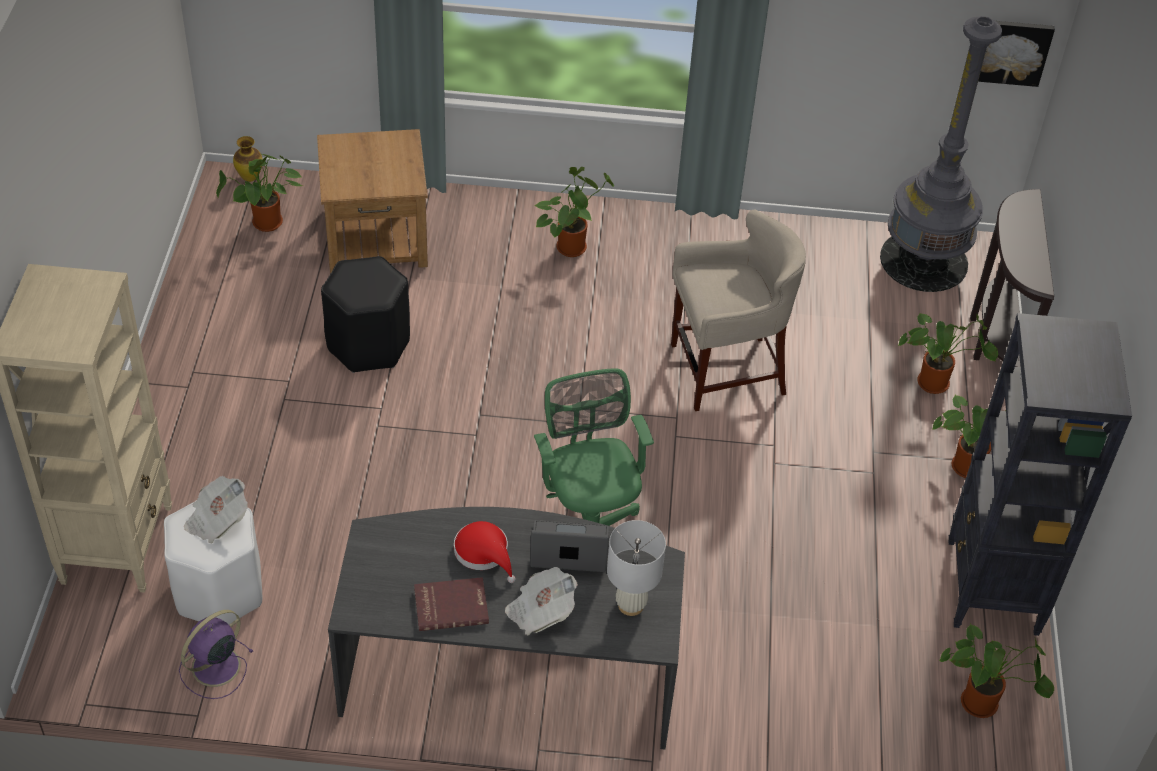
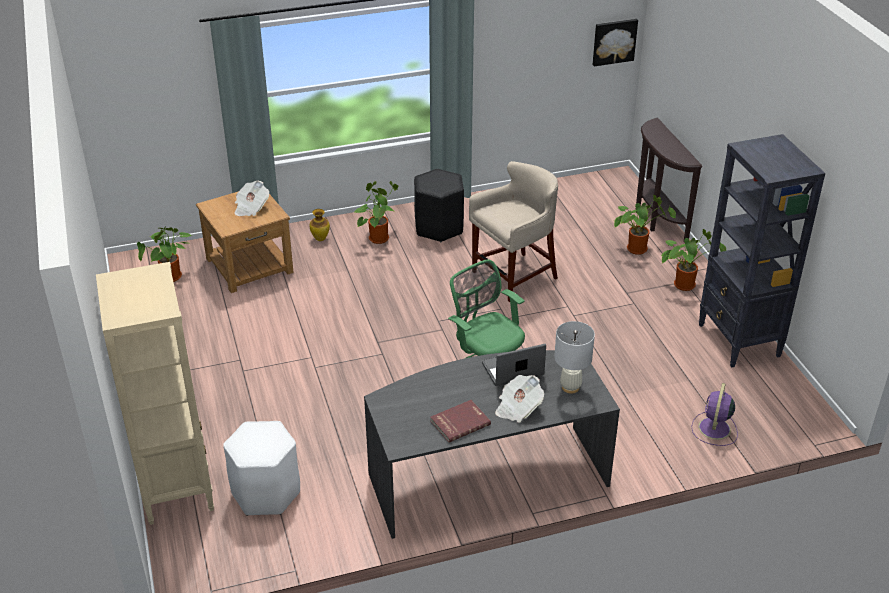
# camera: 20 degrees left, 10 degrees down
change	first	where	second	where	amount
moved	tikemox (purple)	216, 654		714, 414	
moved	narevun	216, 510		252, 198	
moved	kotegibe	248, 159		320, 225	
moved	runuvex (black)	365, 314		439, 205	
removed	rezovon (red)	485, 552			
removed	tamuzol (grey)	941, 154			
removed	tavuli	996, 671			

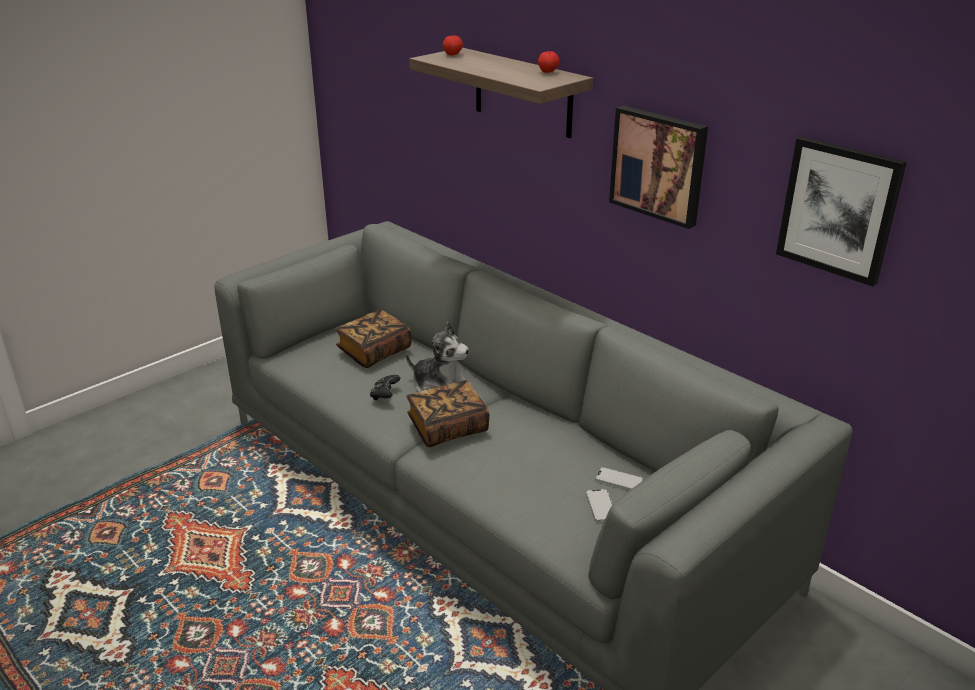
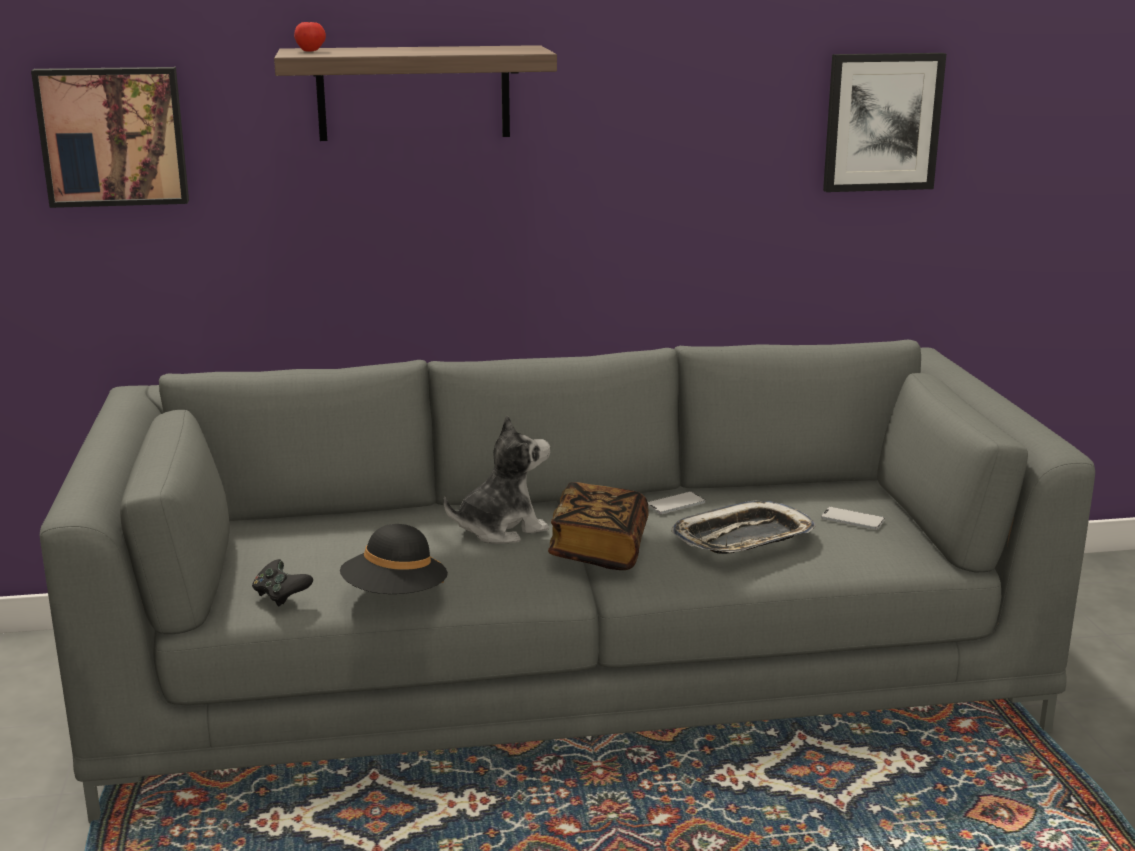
# camera: 55 degrees left, 10 degrees down
change	first	where	second	where	amount
removed	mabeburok	373, 339			
moved	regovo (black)	385, 387		282, 582	
removed	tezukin	549, 62			
moved	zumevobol	620, 478		677, 503	
moved	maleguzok	658, 167		110, 137	
added			rezovon (black)	394, 559	
added			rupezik	743, 527	

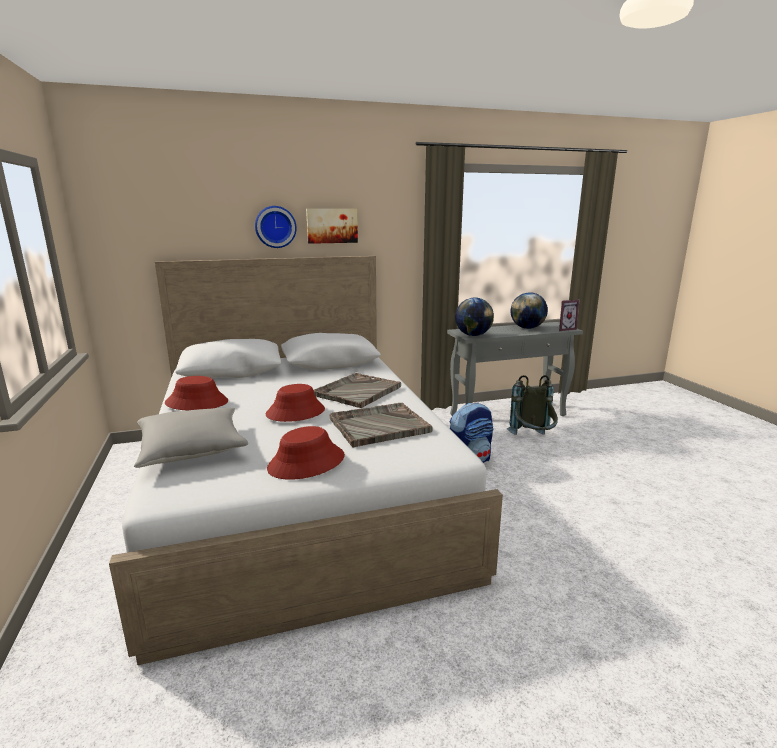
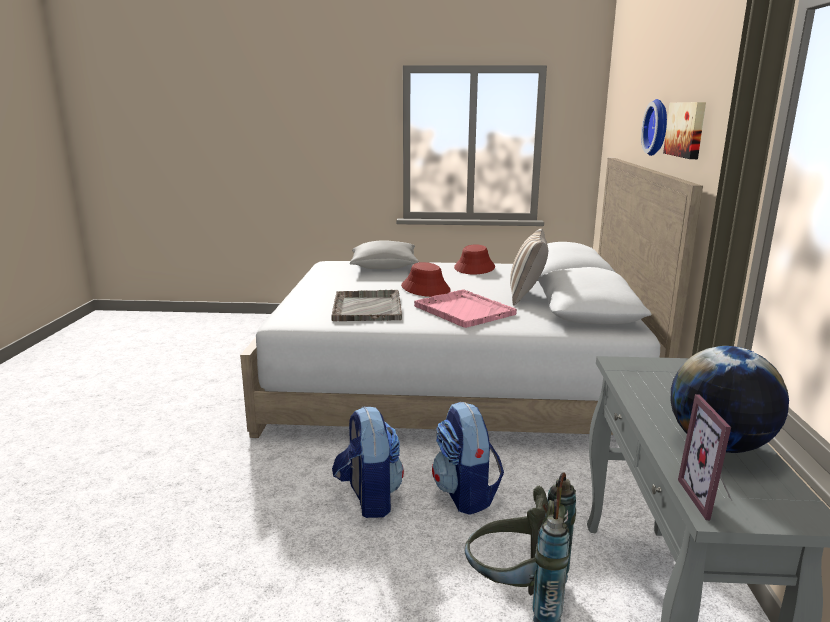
# camera: 110 degrees right, 0 degrees up
change	first	where	second	where	amount
removed	rezovon (red)	306, 453			
recoloured	rupezik (grey)	357, 390	rupezik (pink)	465, 308	
removed	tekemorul	474, 316			
added			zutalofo	368, 462	
added			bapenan	529, 267	

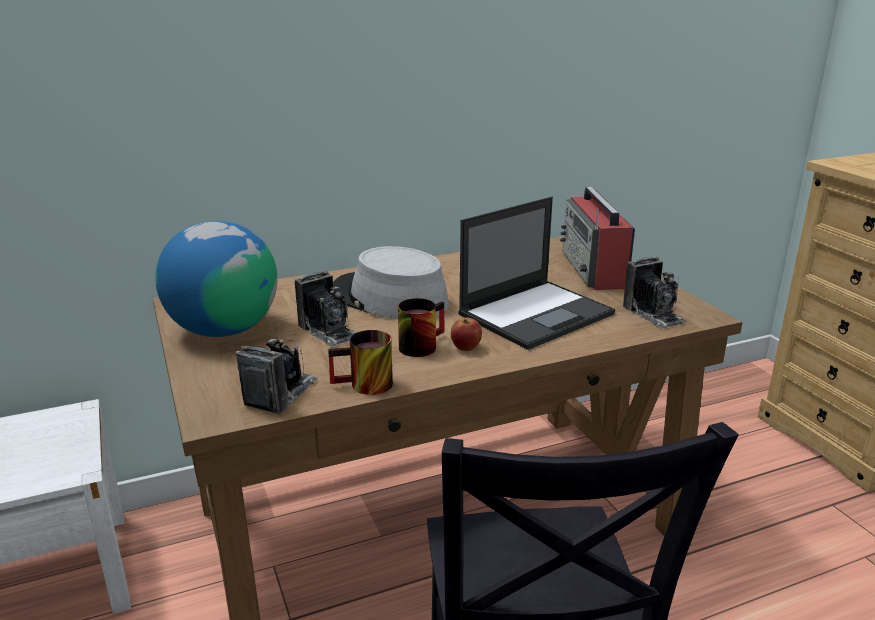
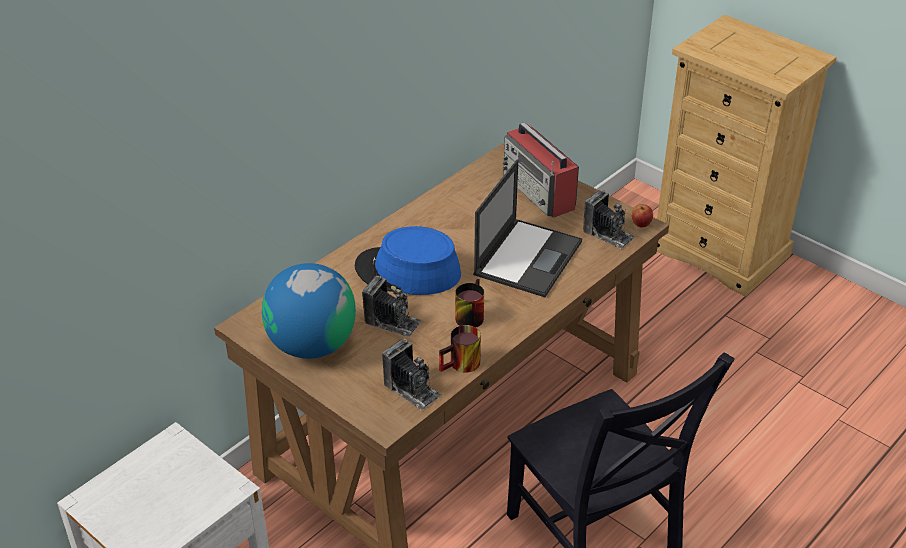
# camera: 25 degrees left, 15 degrees up
change	first	where	second	where	amount
turned	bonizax	277, 376		411, 375	135 degrees clockwise
recoloured	rezovon (grey)	391, 282	rezovon (blue)	408, 260	
moved	tezukin	466, 334		642, 216	

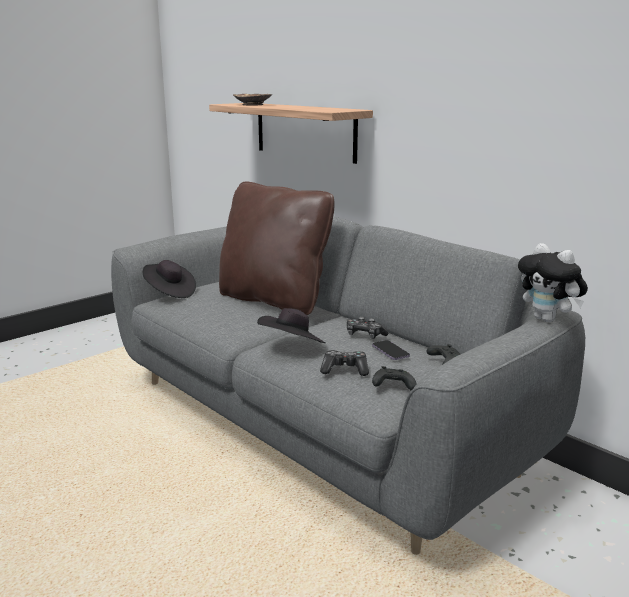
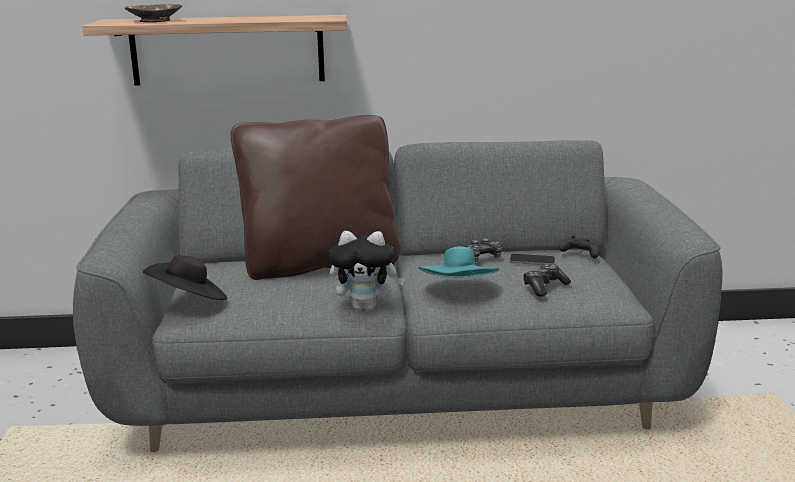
# camera: 50 degrees left, 0 degrees up
change	first	where	second	where	amount
recoloured	rezovon (black)	291, 325	rezovon (turquoise)	458, 262	
removed	regovo (black)	394, 378			
moved	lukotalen	553, 282		367, 271	

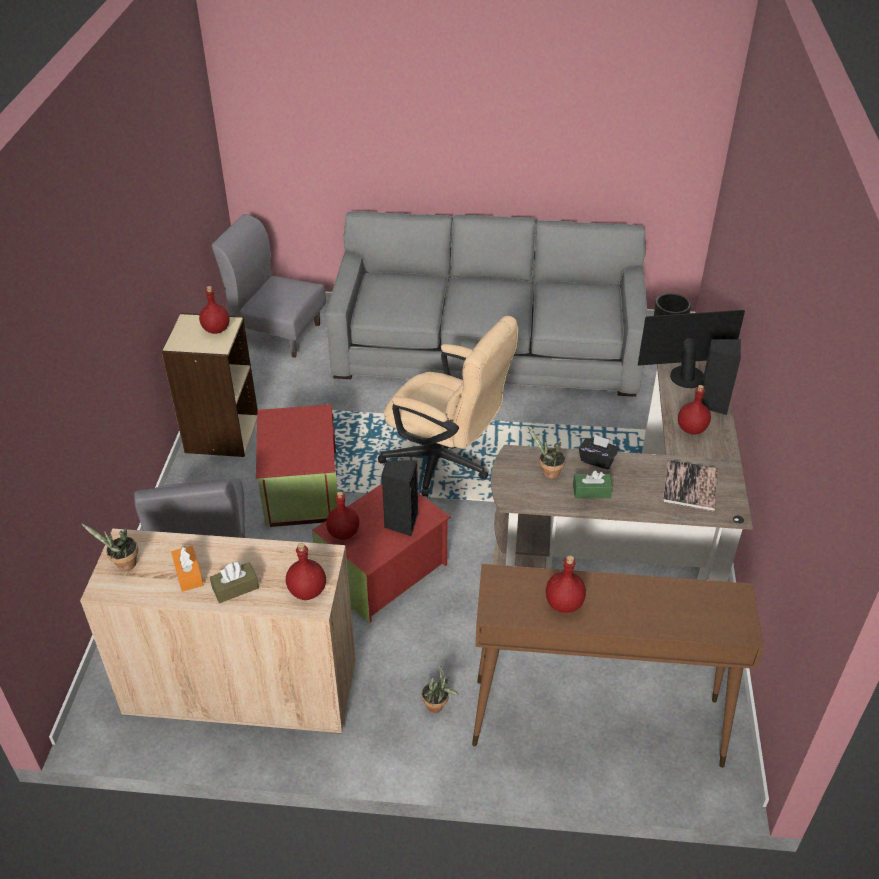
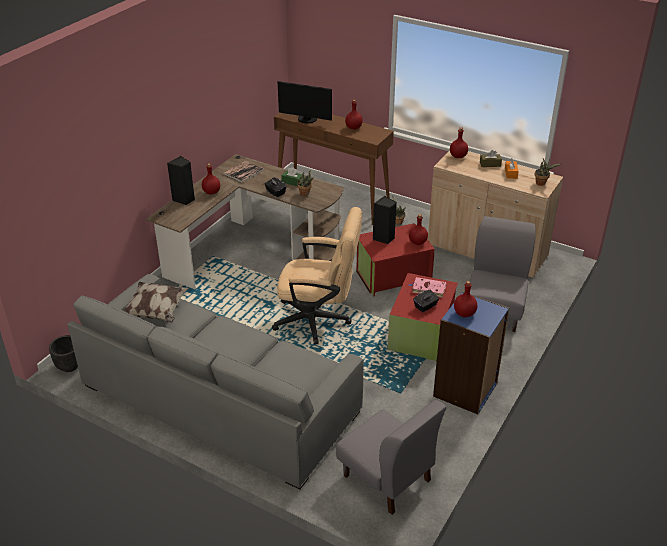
# camera: 155 degrees left, 5 degrees down
change	first	where	second	where	amount
recoloured	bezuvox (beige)	210, 385	bezuvox (blue)	471, 353	
turned	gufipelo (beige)	448, 406		317, 275	135 degrees clockwise
moved	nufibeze	691, 349		305, 102	
added			bapenan	156, 302	
added			mabeburok (pink)	427, 287	
added			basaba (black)	426, 301	

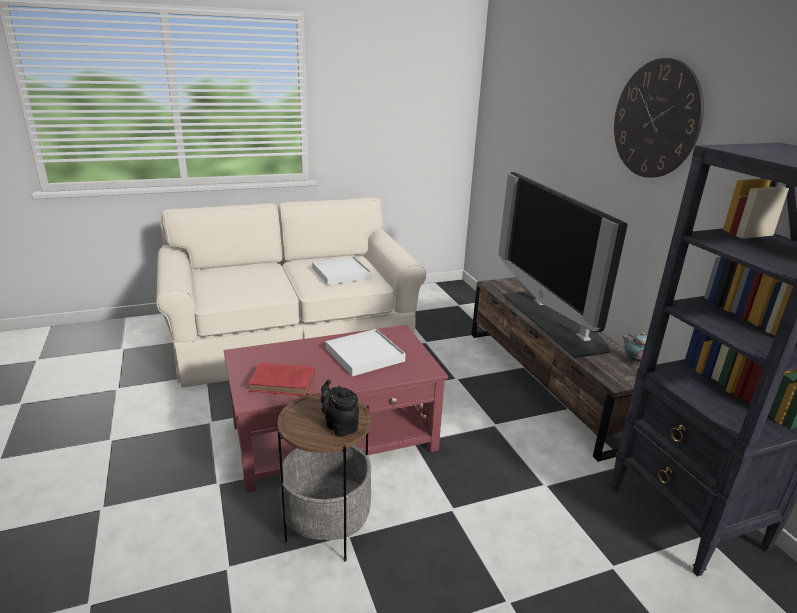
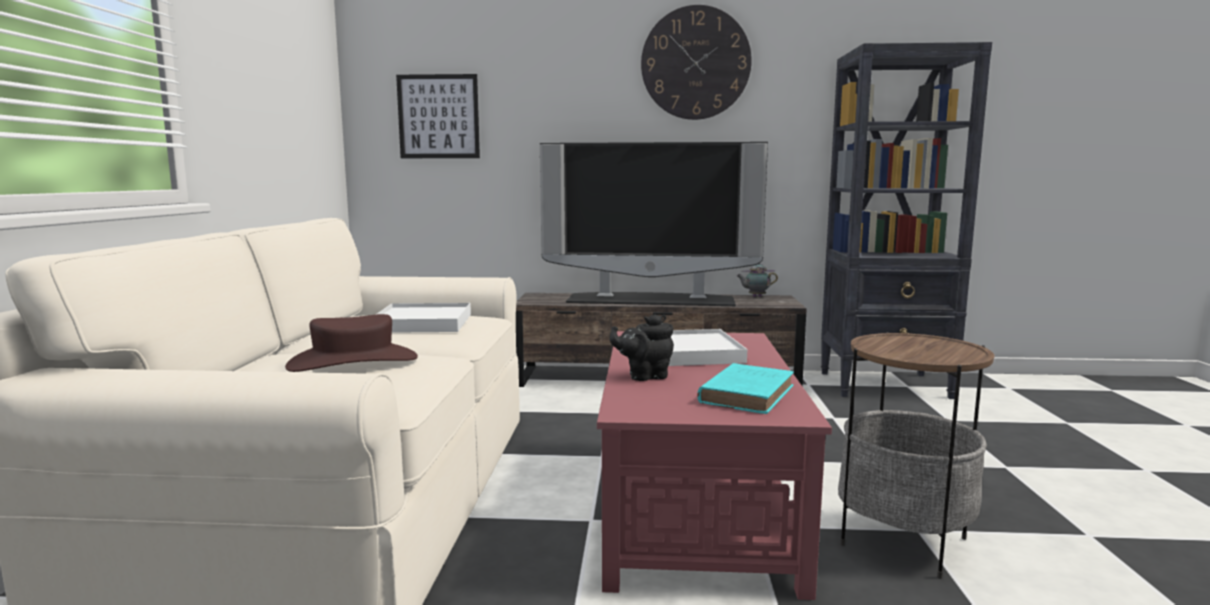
# camera: 65 degrees left, 15 degrees down
change	first	where	second	where	amount
recoloured	mabeburok (red)	281, 379	mabeburok (turquoise)	745, 388	
moved	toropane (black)	340, 408		641, 347	
added			rezovon (brown)	351, 343	
added			maleguzok	438, 116	

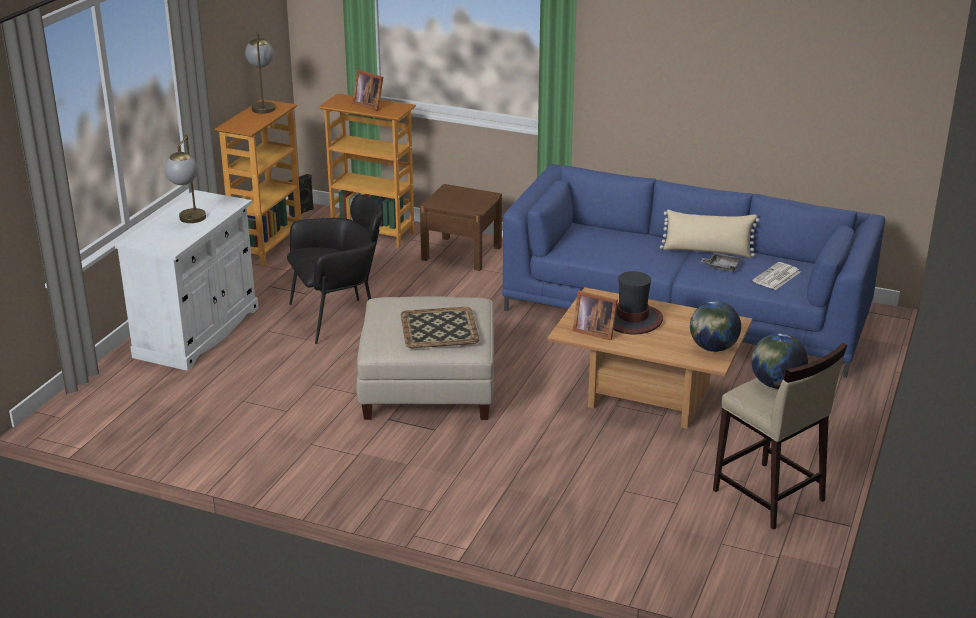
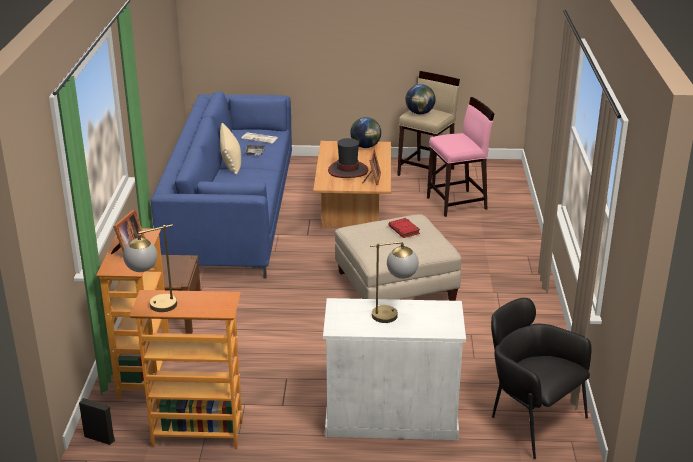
# camera: 110 degrees left, 0 degrees up
change	first	where	second	where	amount
moved	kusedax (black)	334, 269		541, 378	
replaced	rupezik	440, 327	mabeburok (red)	404, 228	
added			runuvex (pink)	460, 157	

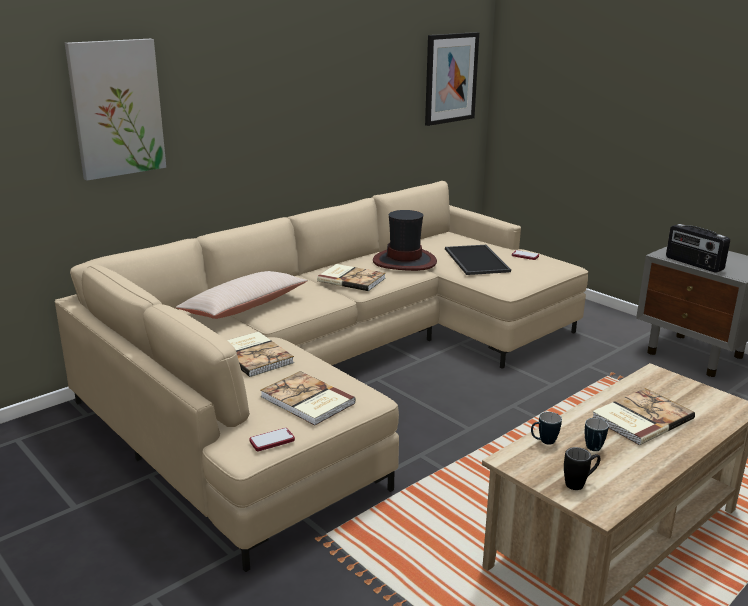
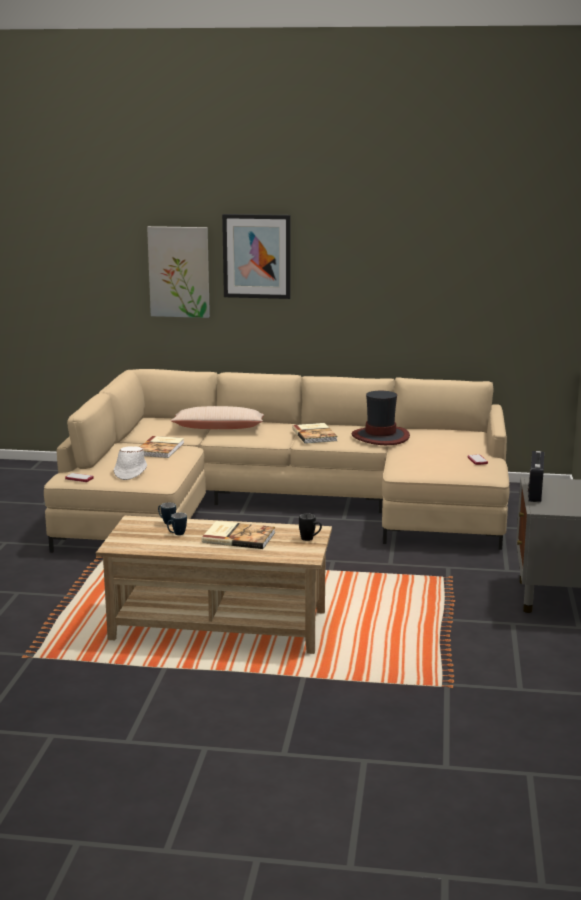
# camera: 50 degrees right, 5 degrees down
change	first	where	second	where	amount
replaced	mabeburok	308, 398	rezovon (white)	130, 463	
moved	maleguzok	452, 79		256, 256	
removed	rupezik	478, 260			
moved	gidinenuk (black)	582, 468		310, 527	

